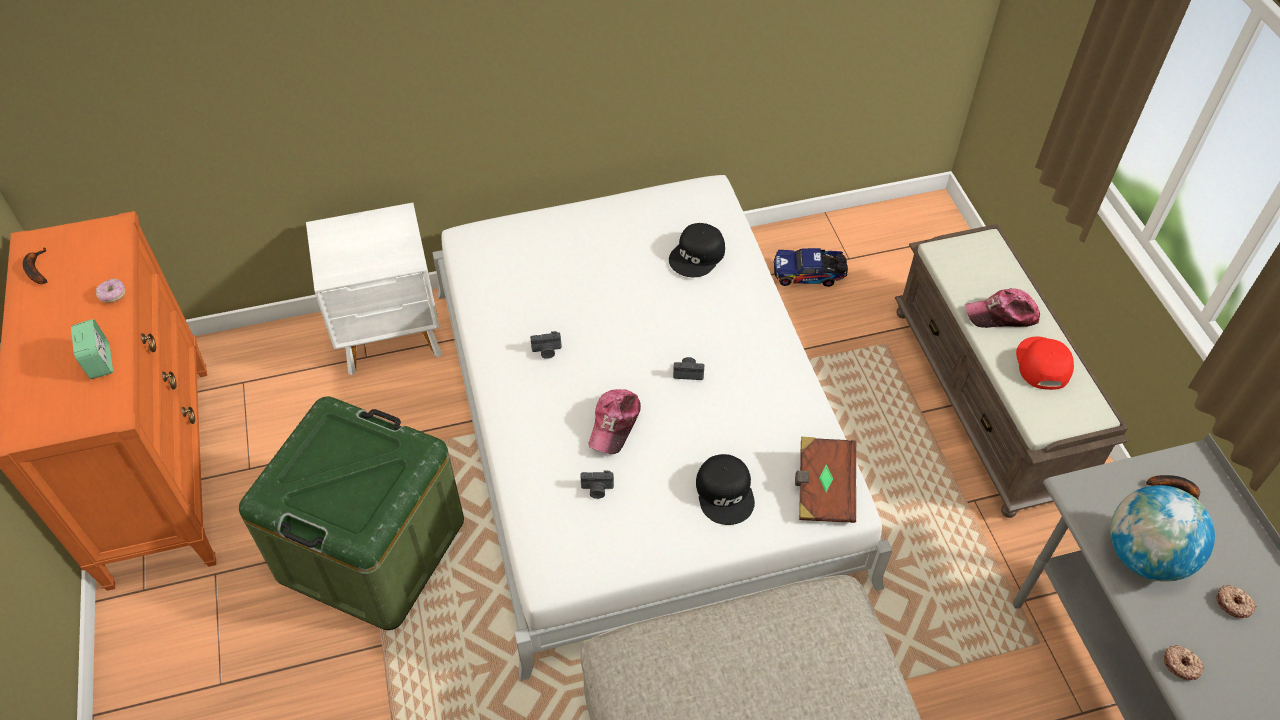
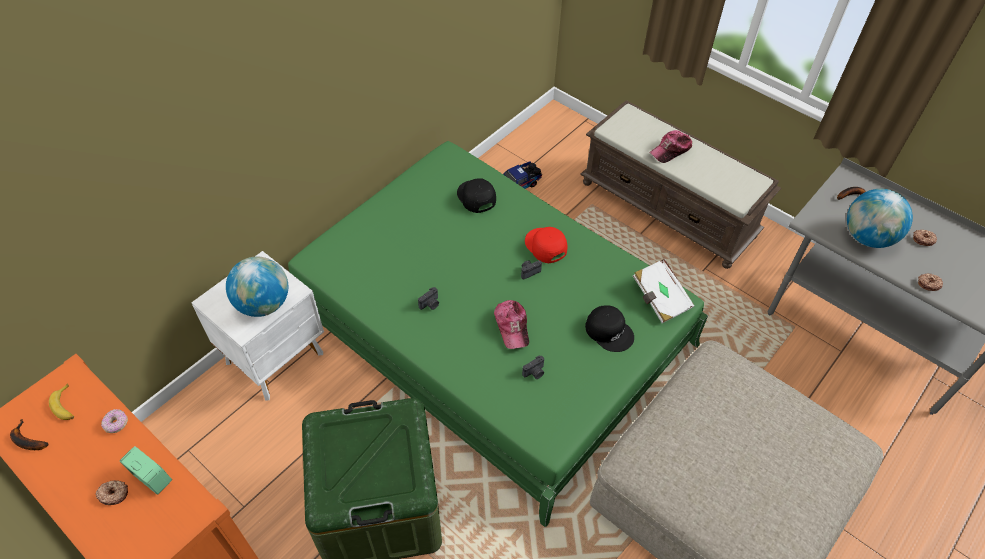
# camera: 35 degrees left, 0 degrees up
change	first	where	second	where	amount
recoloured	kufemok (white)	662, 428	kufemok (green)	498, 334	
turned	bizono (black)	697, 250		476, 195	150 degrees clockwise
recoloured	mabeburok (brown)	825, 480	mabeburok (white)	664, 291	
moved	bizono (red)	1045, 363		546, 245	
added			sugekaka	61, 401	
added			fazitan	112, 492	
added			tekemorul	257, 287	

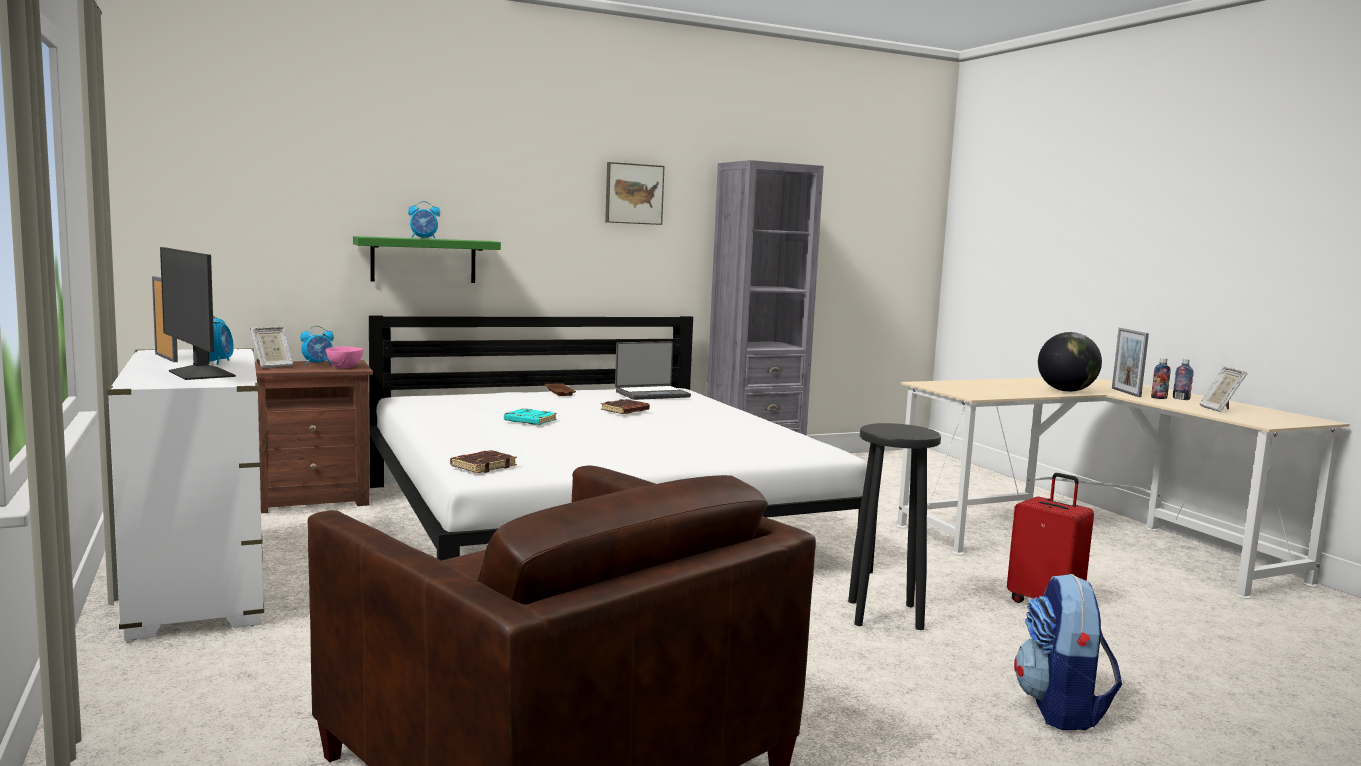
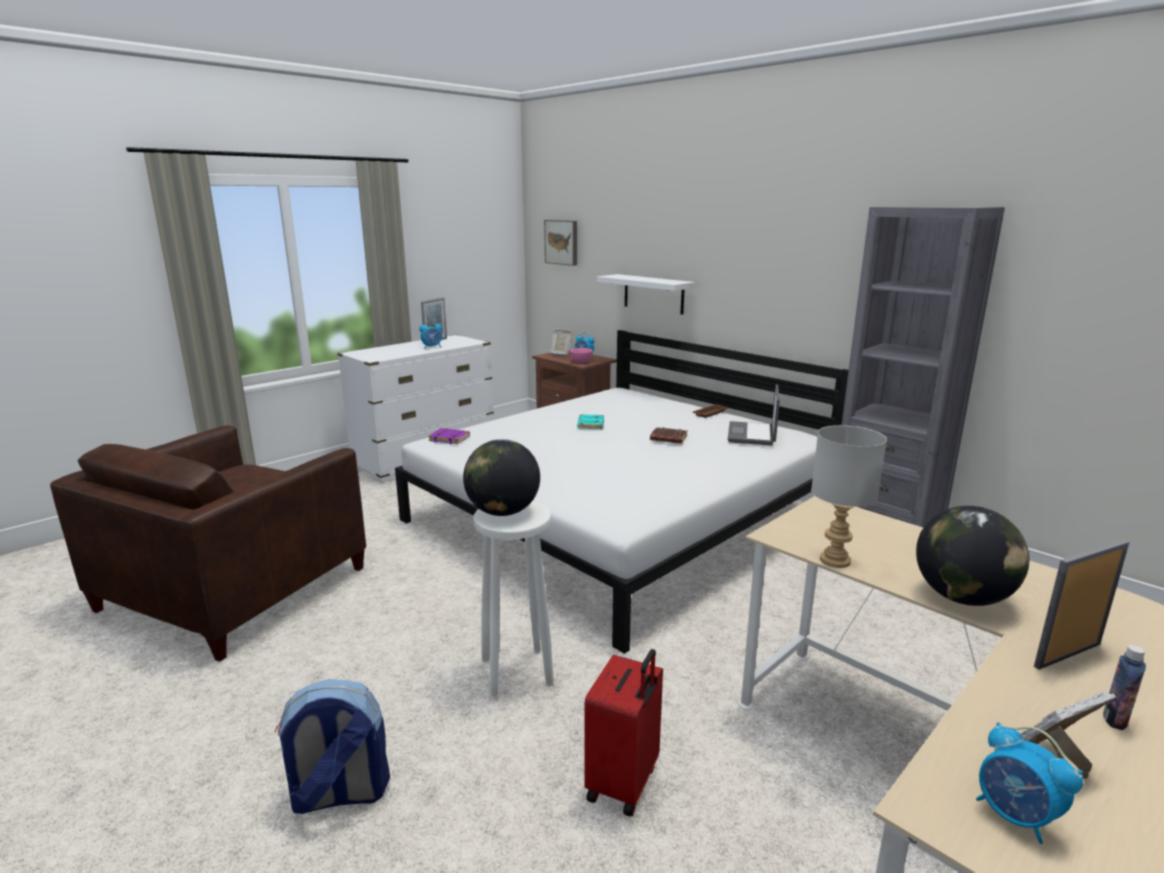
# camera: 70 degrees right, 10 degrees up
change	first	where	second	where	amount
removed	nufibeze	198, 313			
recoloured	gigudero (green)	427, 259	gigudero (white)	646, 294	
moved	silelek	424, 220		1029, 783	
recoloured	mabeburok (brown)	483, 461	mabeburok (purple)	449, 436	
moved	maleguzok	635, 193		560, 243	
turned	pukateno	653, 370		754, 415	60 degrees clockwise
recoloured	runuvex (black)	894, 526	runuvex (white)	513, 599	
removed	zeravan	1161, 378			
added			tekemorul	501, 477	
added			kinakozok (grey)	849, 496	

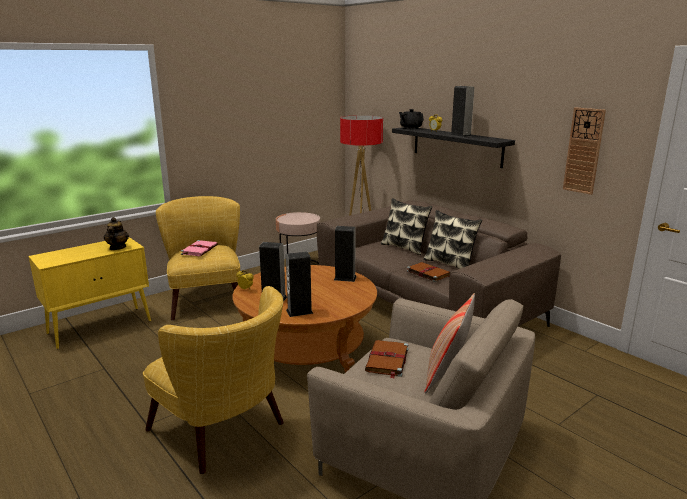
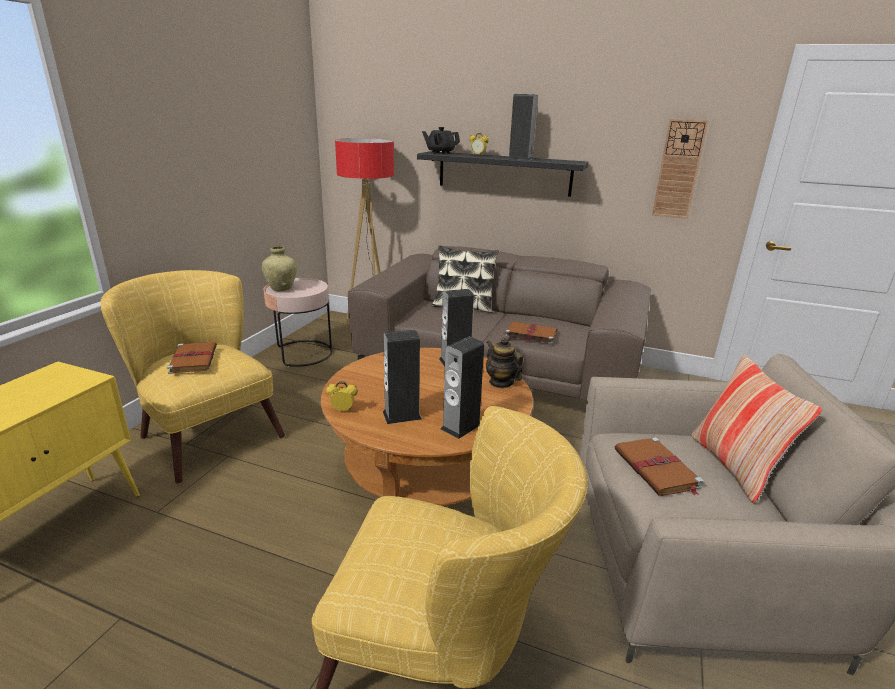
# camera: 30 degrees left, 5 degrees up
change	first	where	second	where	amount
moved	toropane	116, 233		504, 362	
recoloured	mabeburok (pink)	199, 248	mabeburok (brown)	192, 358	
removed	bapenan	452, 239			
added			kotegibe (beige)	279, 268	

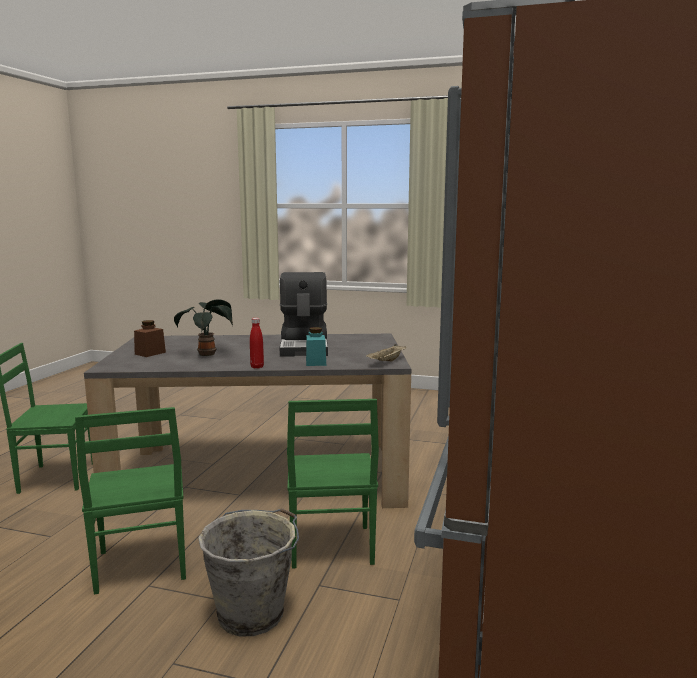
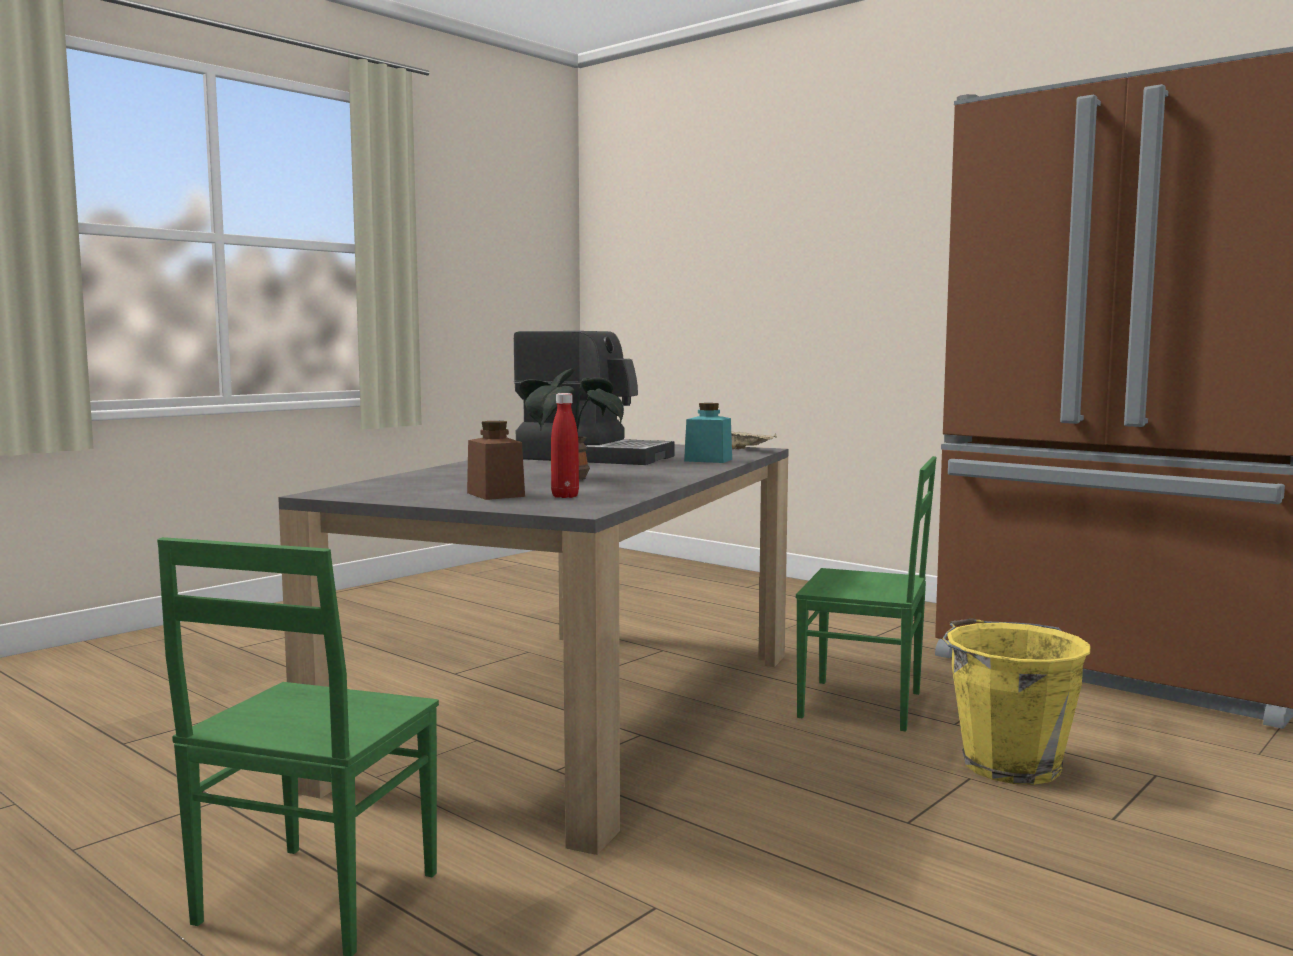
# camera: 65 degrees left, 5 degrees down
change	first	where	second	where	amount
removed	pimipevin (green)	130, 500			
recoloured	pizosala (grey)	248, 572	pizosala (yellow)	1016, 701	
moved	zeravan (red)	257, 343		565, 445	

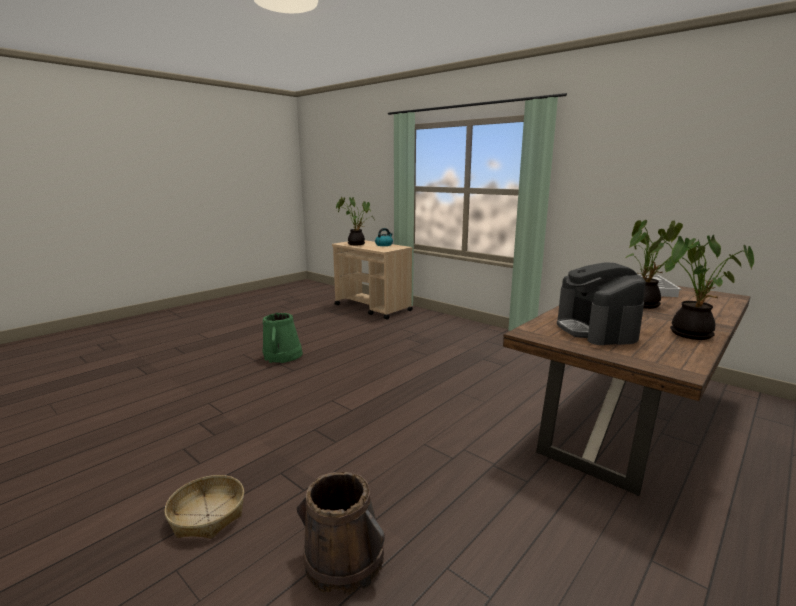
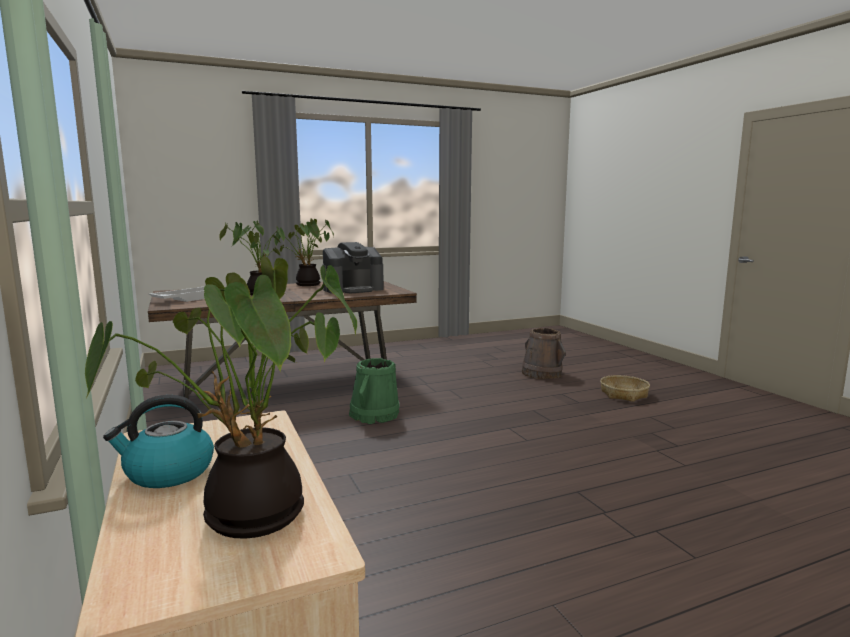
# camera: 155 degrees left, 5 degrees down
change	first	where	second	where	amount
moved	pizosala (green)	283, 338		374, 391	
turned	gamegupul	601, 303		353, 268	45 degrees clockwise

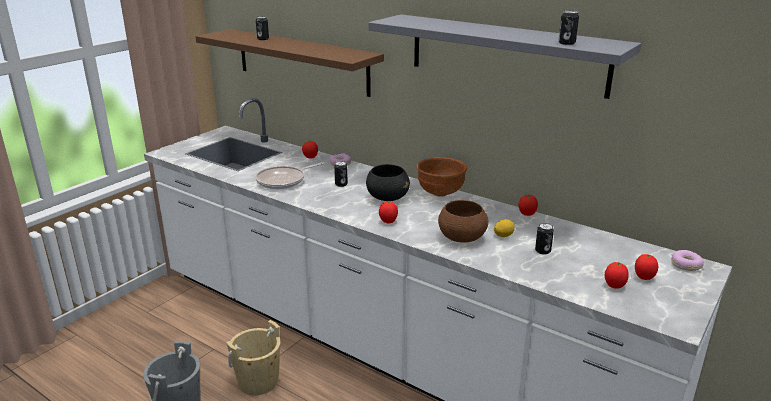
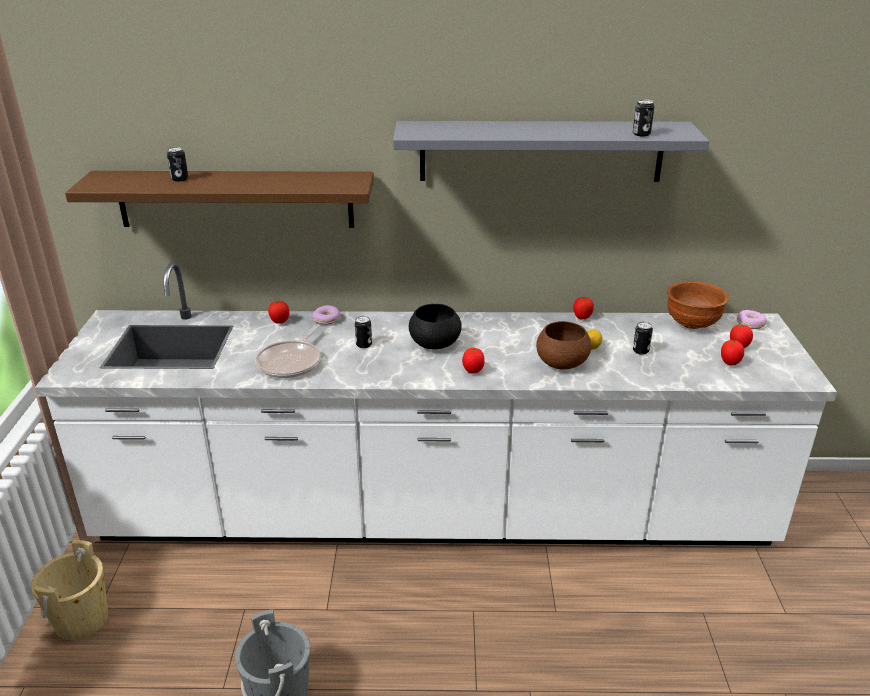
# camera: 35 degrees left, 5 degrees up
change	first	where	second	where	amount
moved	pizosala (beige)	253, 357		69, 590	
moved	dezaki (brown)	441, 177		698, 305	

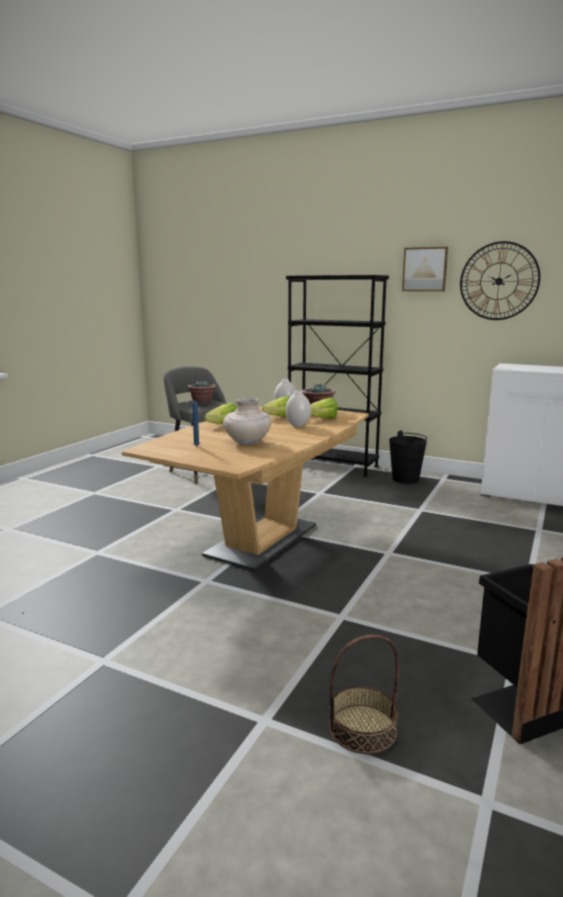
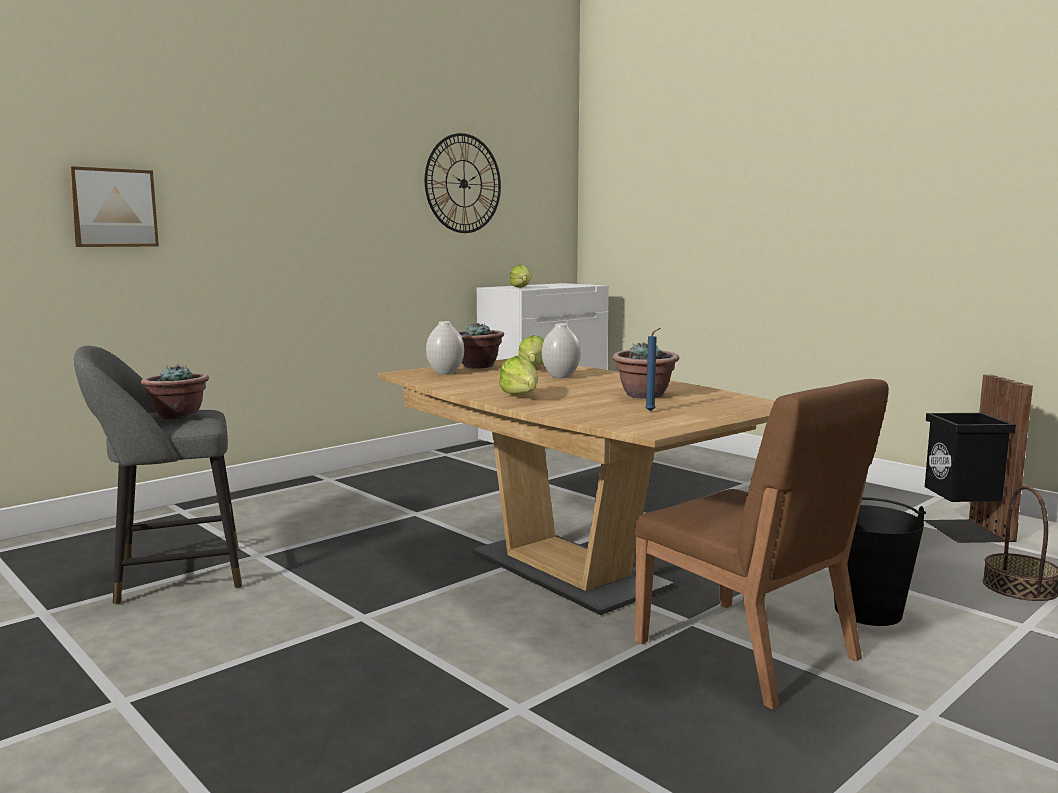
# camera: 70 degrees left, 5 degrees down
change	first	where	second	where	amount
replaced	kotegibe (beige)	247, 421	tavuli	645, 370	
moved	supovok	276, 406		520, 276	
removed	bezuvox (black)	337, 376			
moved	pizosala (black)	408, 457		880, 561	
moved	maleguzok	425, 269		113, 206	
added			pimipevin (brown)	762, 544	

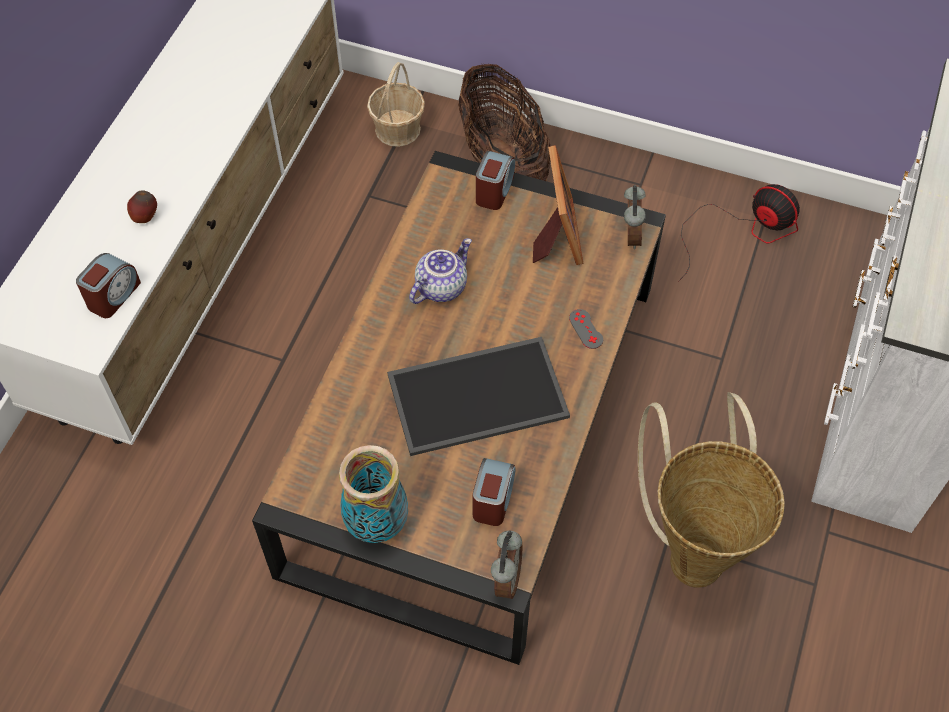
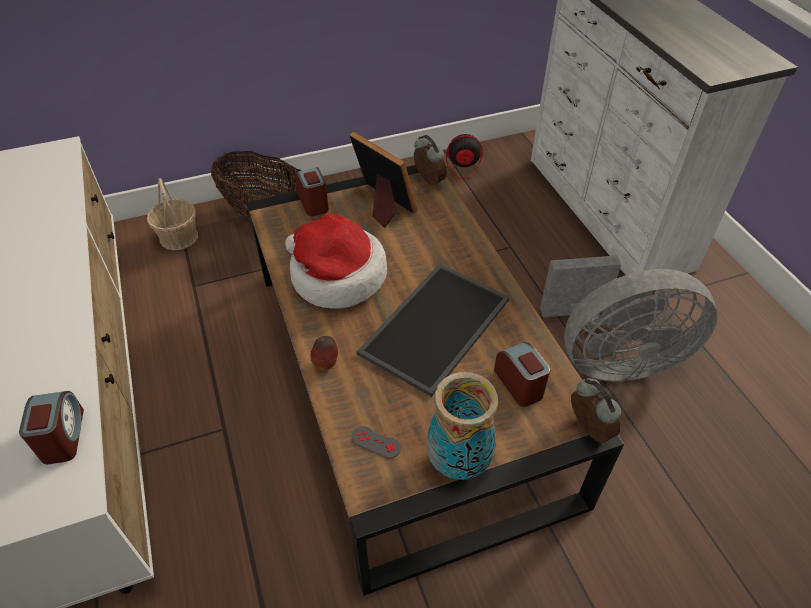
# camera: 40 degrees left, 10 degrees down
change	first	where	second	where	amount
moved	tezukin	142, 206		324, 353	
replaced	toropane	440, 271	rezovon	336, 261	
moved	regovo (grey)	586, 329		376, 442	
replaced	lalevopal	711, 490	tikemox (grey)	628, 318	

